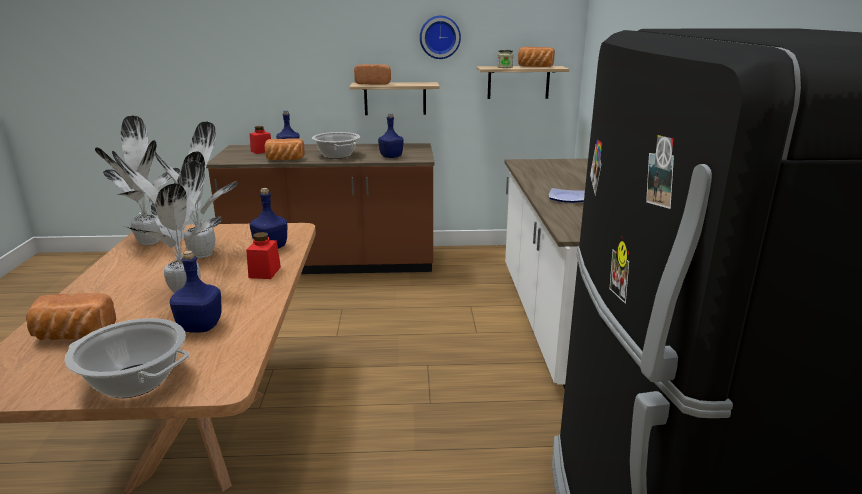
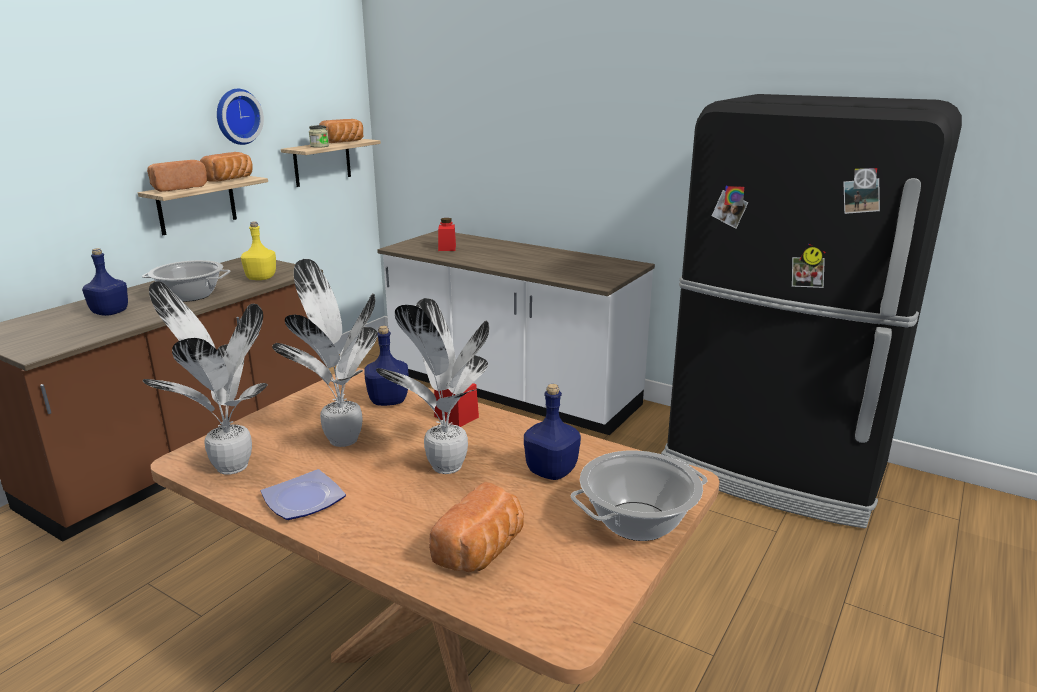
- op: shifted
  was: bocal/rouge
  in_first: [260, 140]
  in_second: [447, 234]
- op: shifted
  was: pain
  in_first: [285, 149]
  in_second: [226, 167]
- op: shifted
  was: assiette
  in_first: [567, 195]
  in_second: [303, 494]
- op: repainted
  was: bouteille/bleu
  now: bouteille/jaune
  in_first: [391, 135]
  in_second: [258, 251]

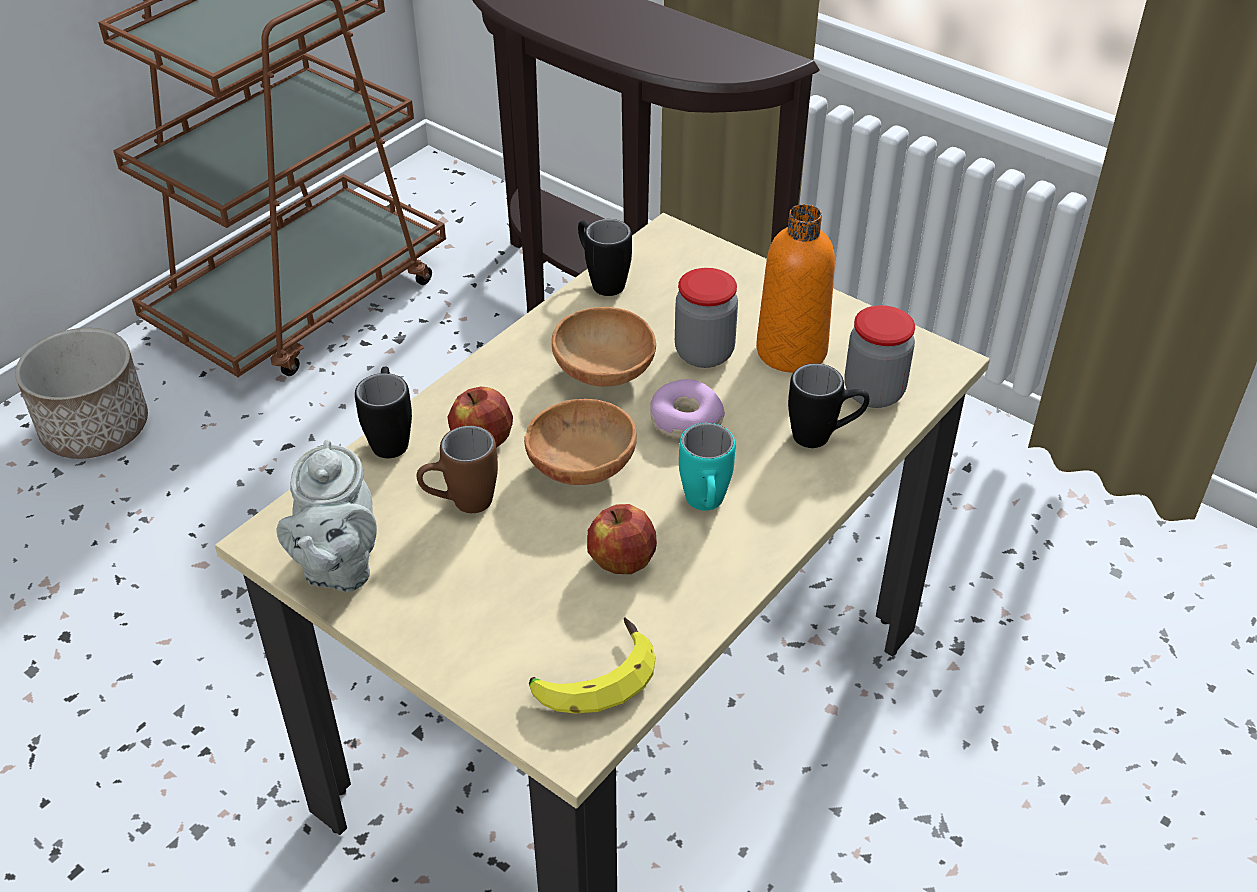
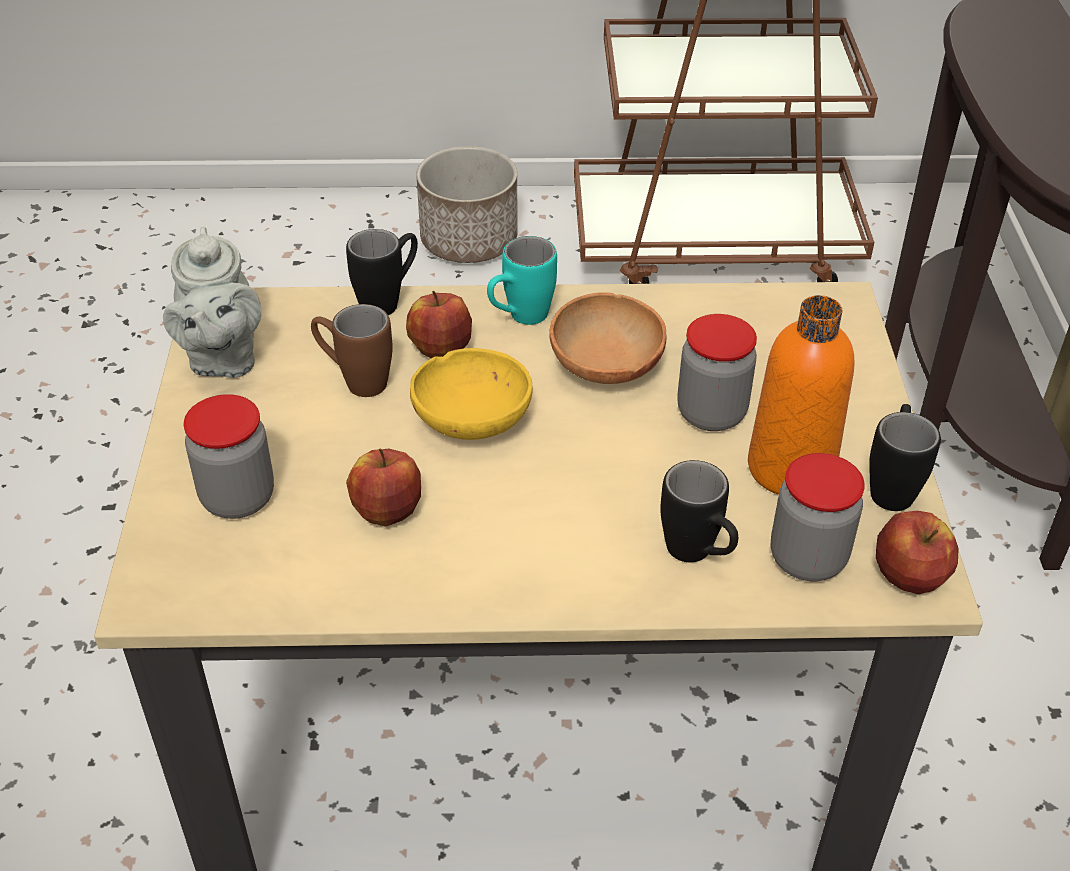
- op: gone
  was: banane
  in_first: [592, 665]
- op: gone
  was: beignet
  in_first: [687, 409]
- op: new
  now: bocal
  in_second: [229, 456]
- op: new
  now: pomme
  in_second: [917, 552]
- op: shifted
  was: mug/noir
  in_first: [605, 257]
  in_second: [905, 457]
- op: shifted
  was: mug/turquoise
  in_first: [707, 467]
  in_second: [522, 280]
- op: repainted
  was: bol/marron
  now: bol/jaune
  in_first: [580, 442]
  in_second: [471, 394]
- op: rotated
  was: théière/gris
  in_first: [326, 515]
  in_second: [212, 302]
  clockwise: -60

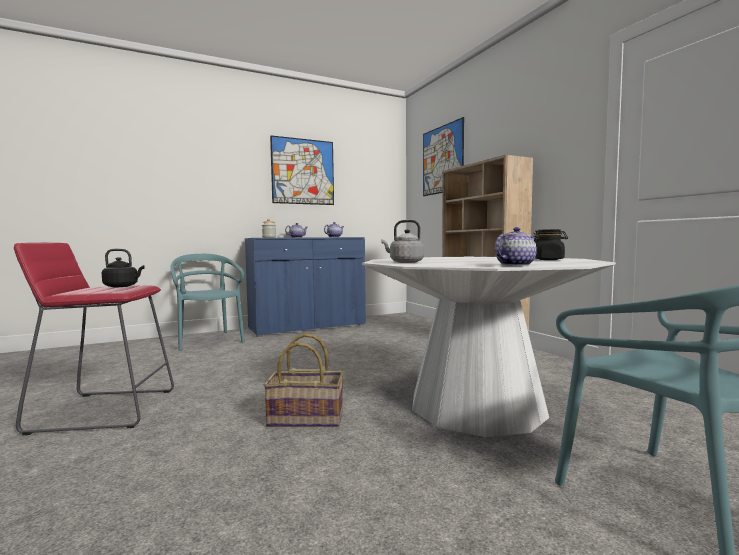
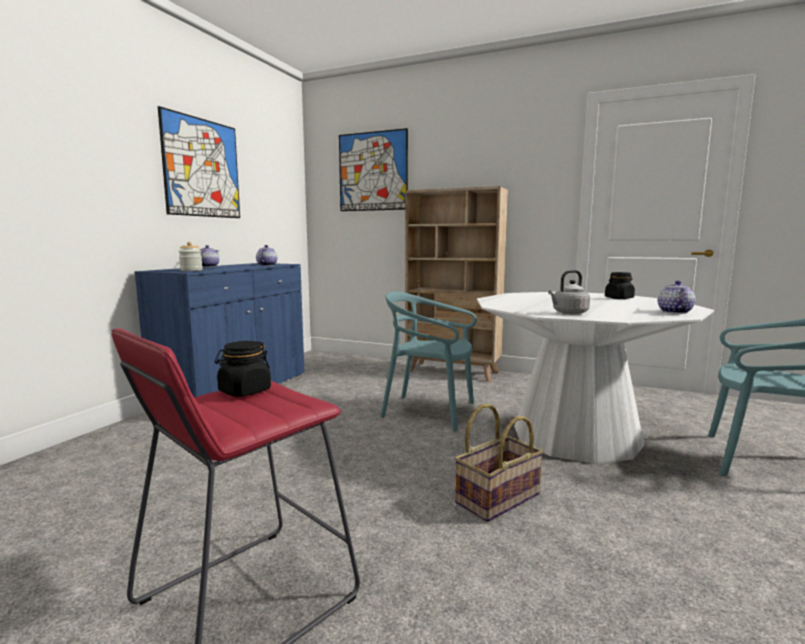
- op: shifted
  was: chaise/turquoise
  in_first: [208, 302]
  in_second: [428, 362]
- op: swapped
  was: bouilloire/noir
  now: bocal/noir
  in_first: [123, 268]
  in_second: [243, 369]

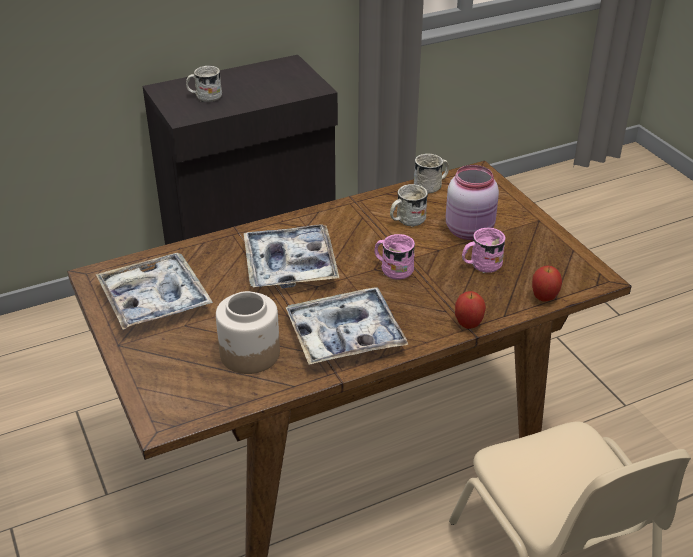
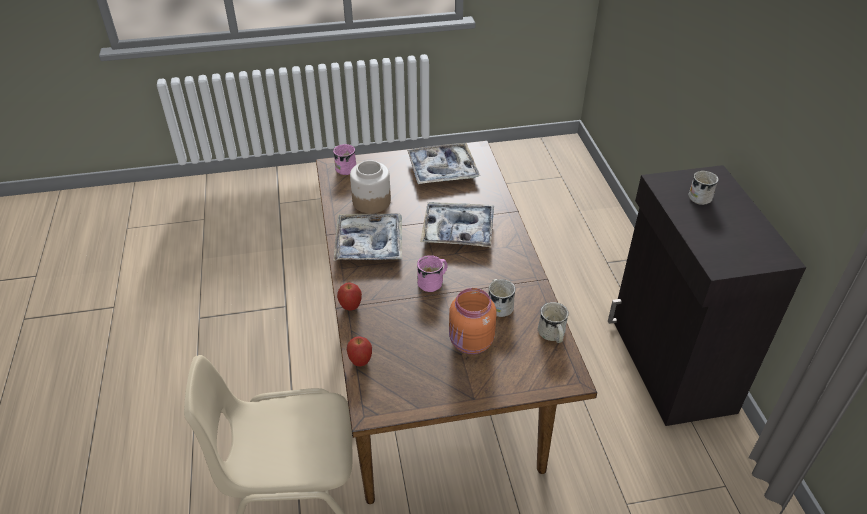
- op: shifted
  was: mug/rose
  in_first: [484, 250]
  in_second: [344, 159]
- op: repainted
  was: bocal/rose
  now: bocal/orange
  in_first: [472, 202]
  in_second: [472, 321]

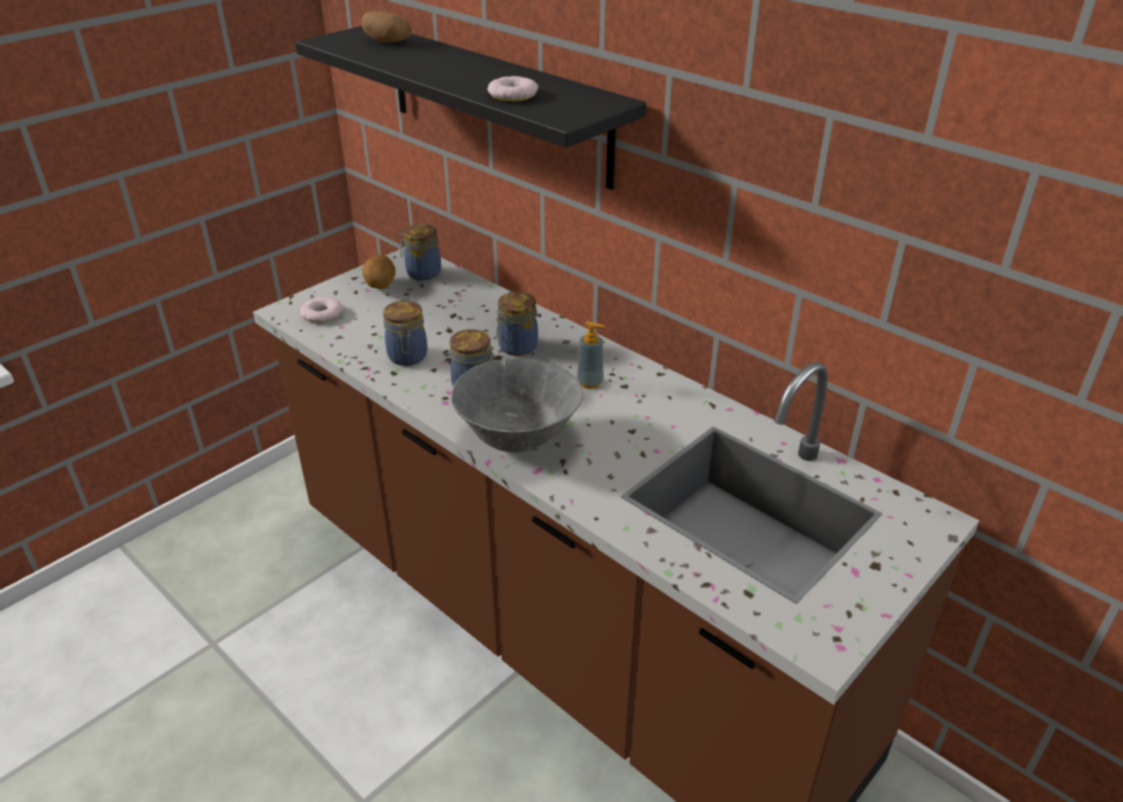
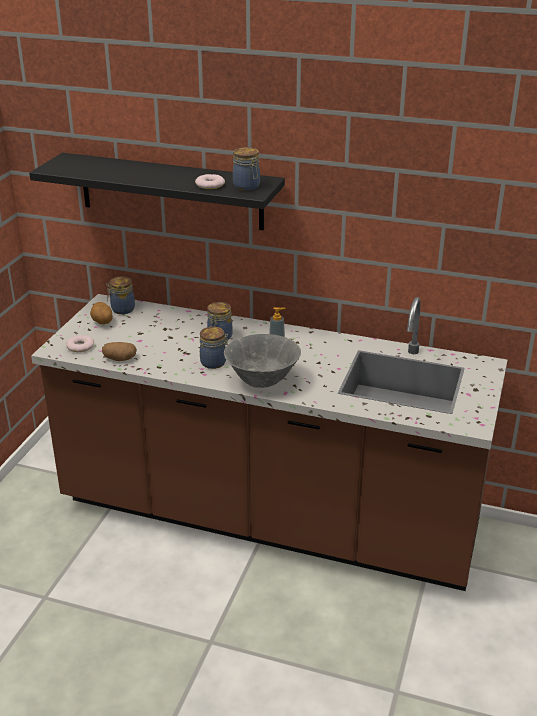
- op: shifted
  was: pomme de terre
  in_first: [387, 27]
  in_second: [119, 351]
- op: shifted
  was: bocal
  in_first: [405, 333]
  in_second: [246, 169]

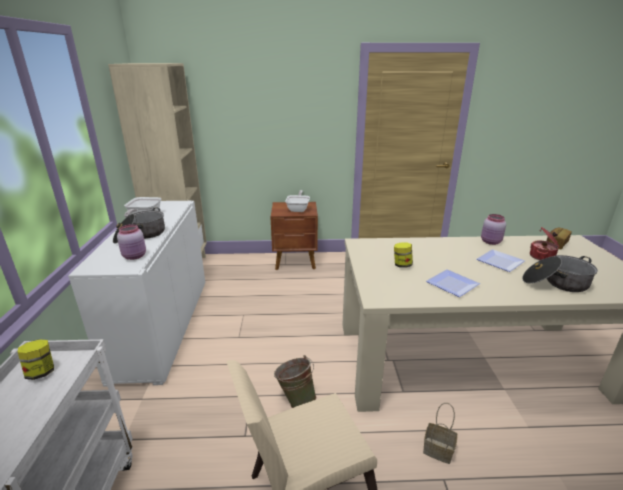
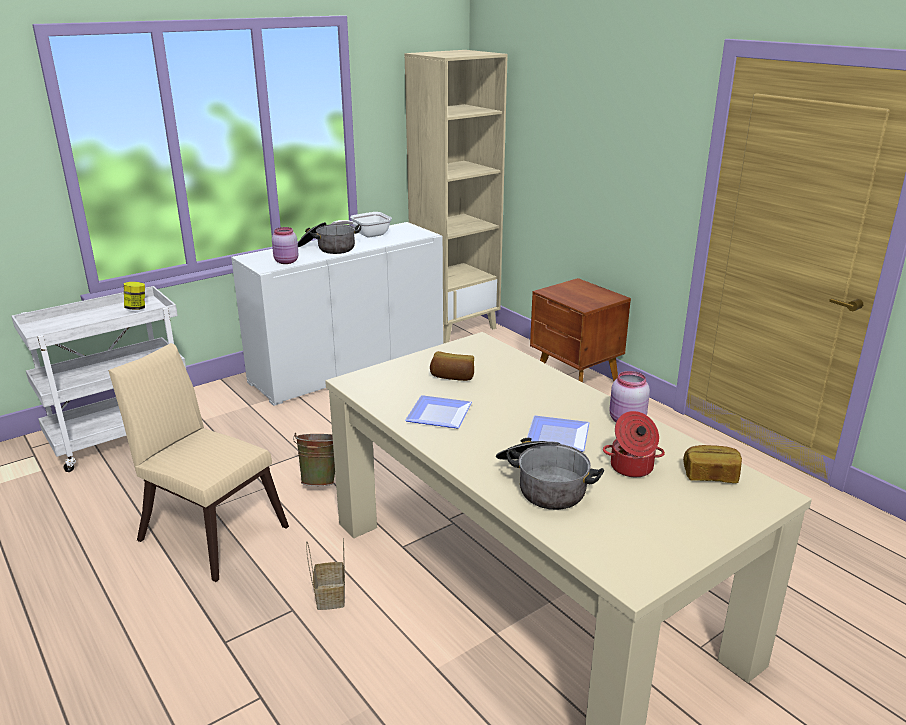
- op: gone
  was: poêle
  in_first: [297, 201]
- op: swapped
  was: bocal
  now: pain
  in_first: [403, 255]
  in_second: [452, 366]

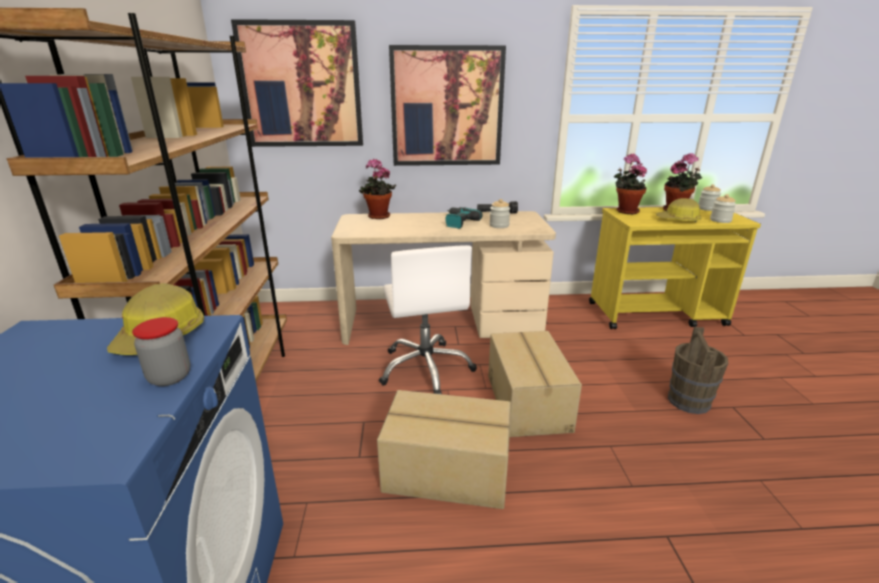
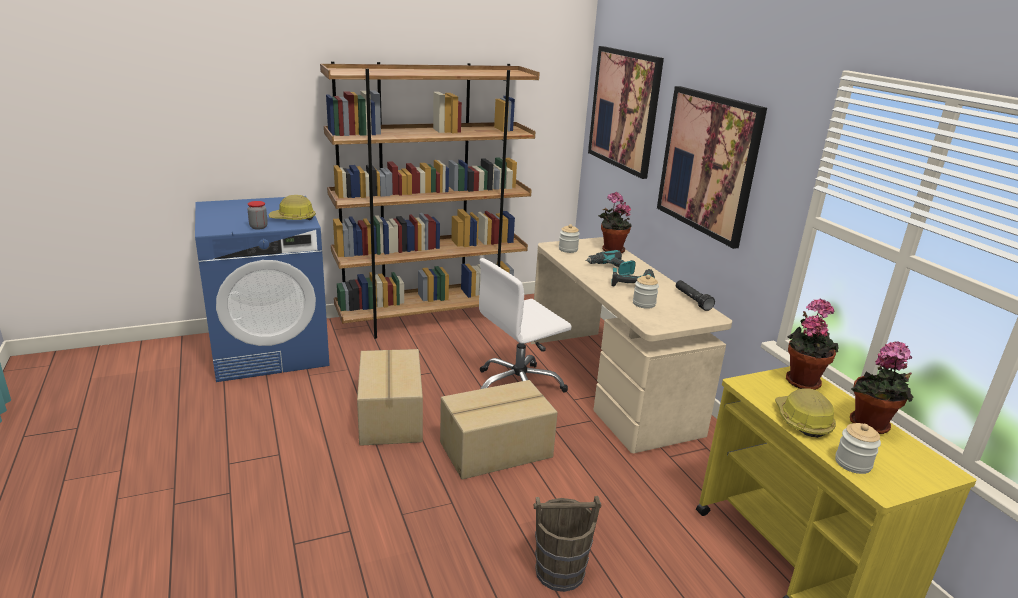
- op: new
  now: perceuse
  in_second: [610, 262]
- op: shifted
  was: bocal
  in_first: [709, 197]
  in_second: [569, 238]

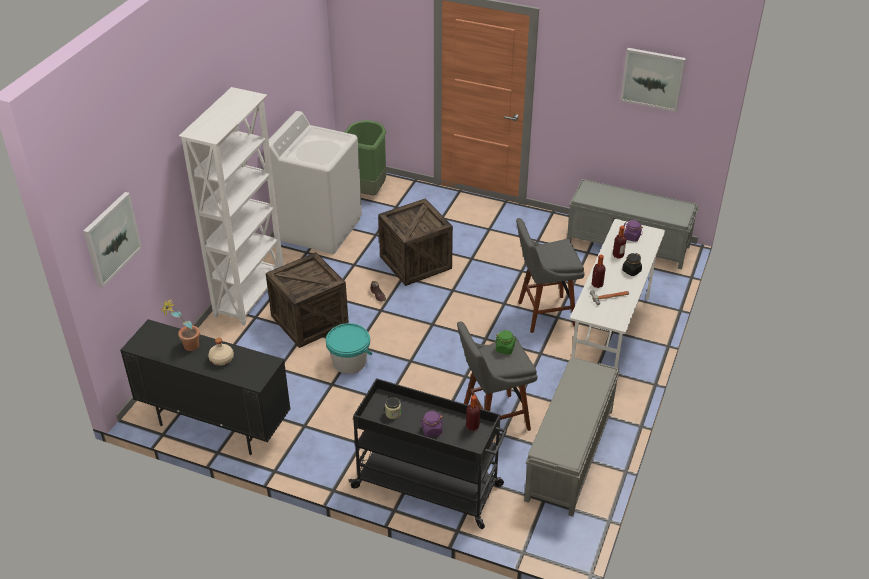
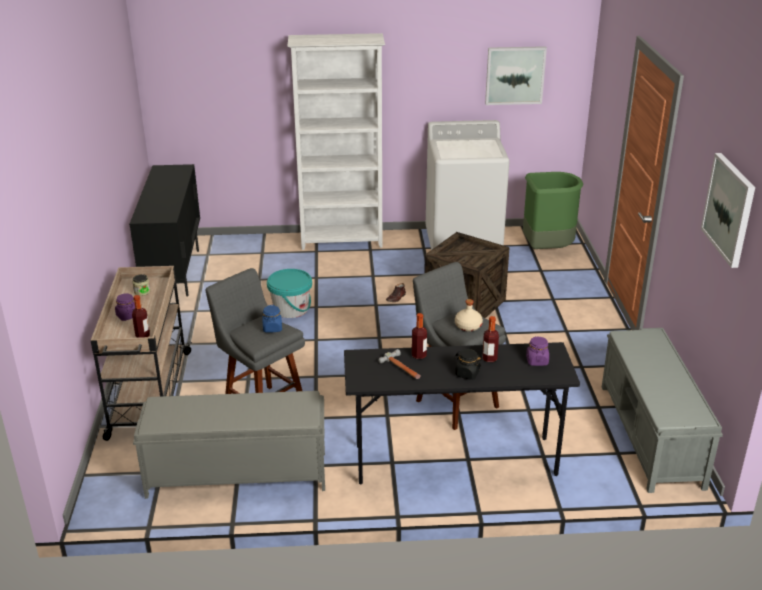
- op: gone
  was: plante en pot
  in_first: [180, 325]
- op: gone
  was: caisse
  in_first: [307, 300]
- op: shifted
  was: tableau
  in_first: [112, 240]
  in_second: [516, 75]
- op: shifted
  was: bouteille/beige
  in_first: [221, 352]
  in_second: [469, 315]
- op: repainted
  was: chariot/noir
  now: chariot/beige
  in_first: [428, 453]
  in_second: [141, 353]
- op: repainted
  was: bocal/vert
  now: bocal/bleu
  in_first: [506, 342]
  in_second: [272, 319]
- op: repainted
  was: bureau/blanc
  now: bureau/noir
  in_first: [617, 293]
  in_second: [462, 413]

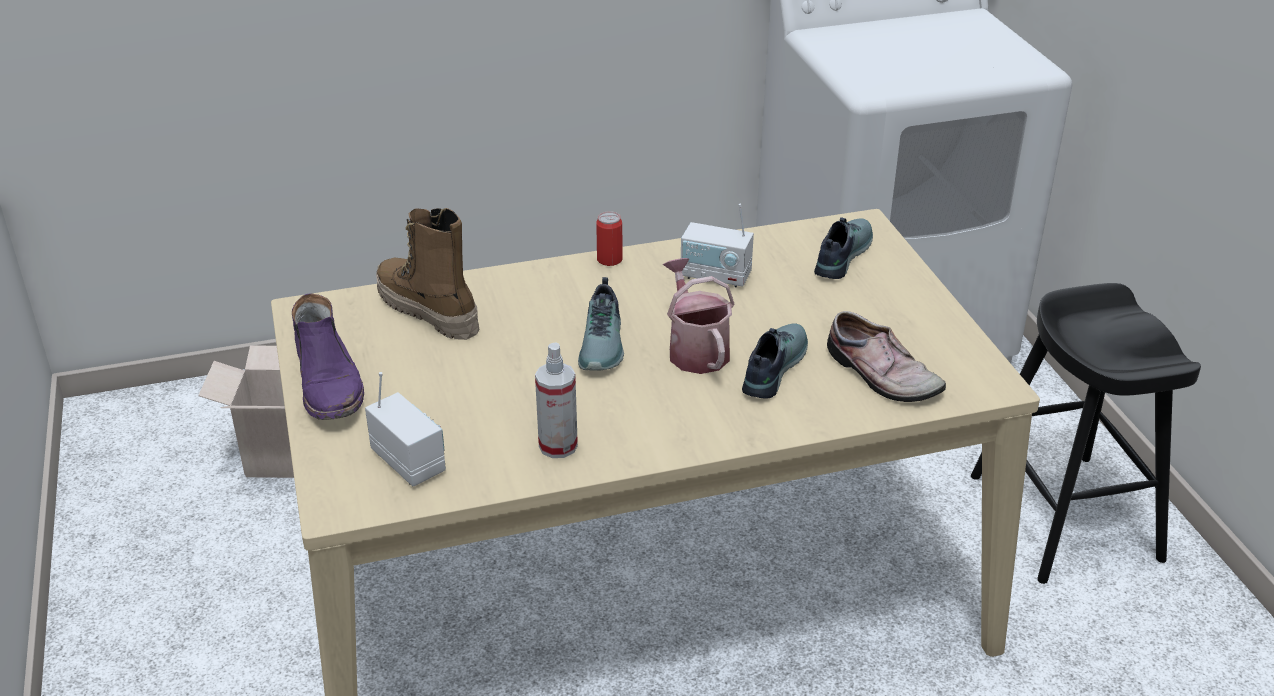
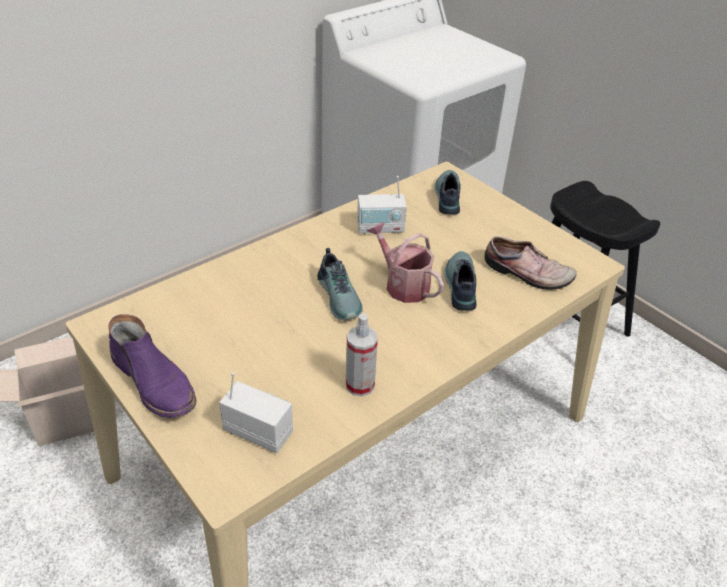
- op: gone
  was: botte
  in_first: [428, 274]
- op: gone
  was: boîte métallique
  in_first: [609, 238]

